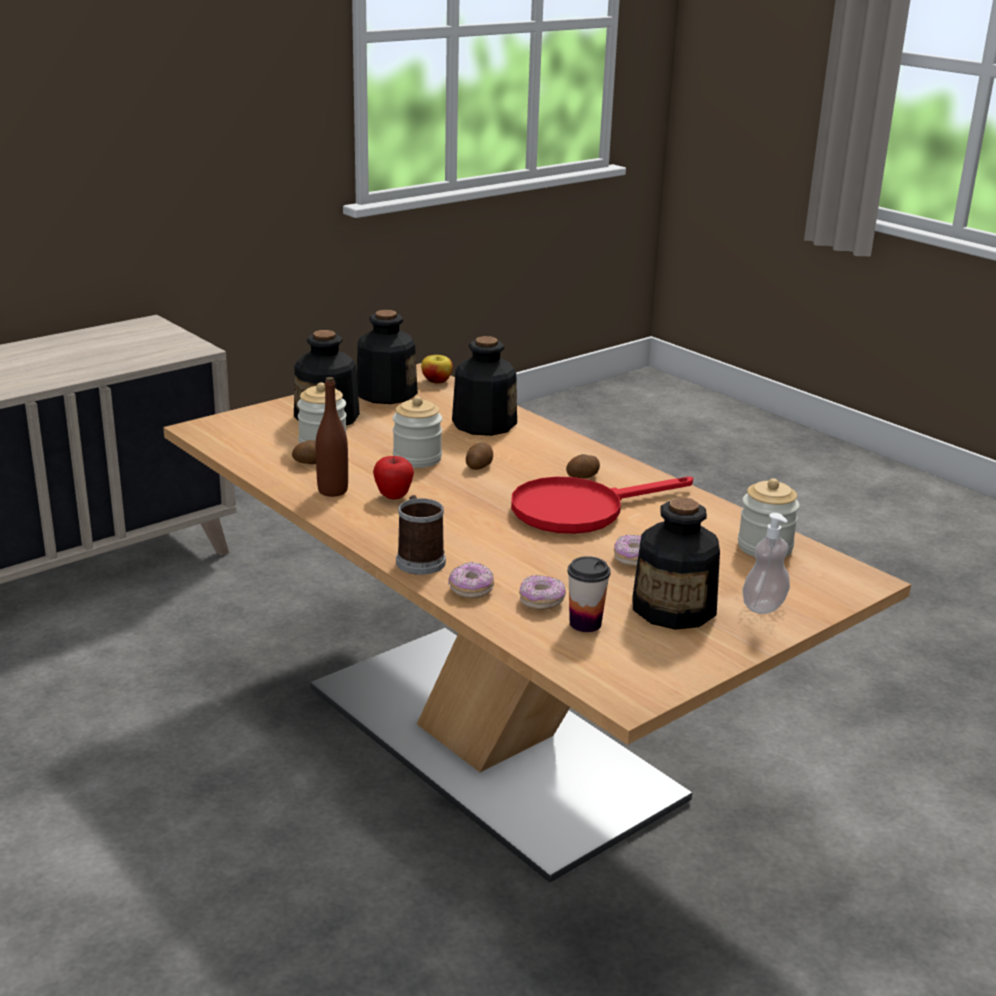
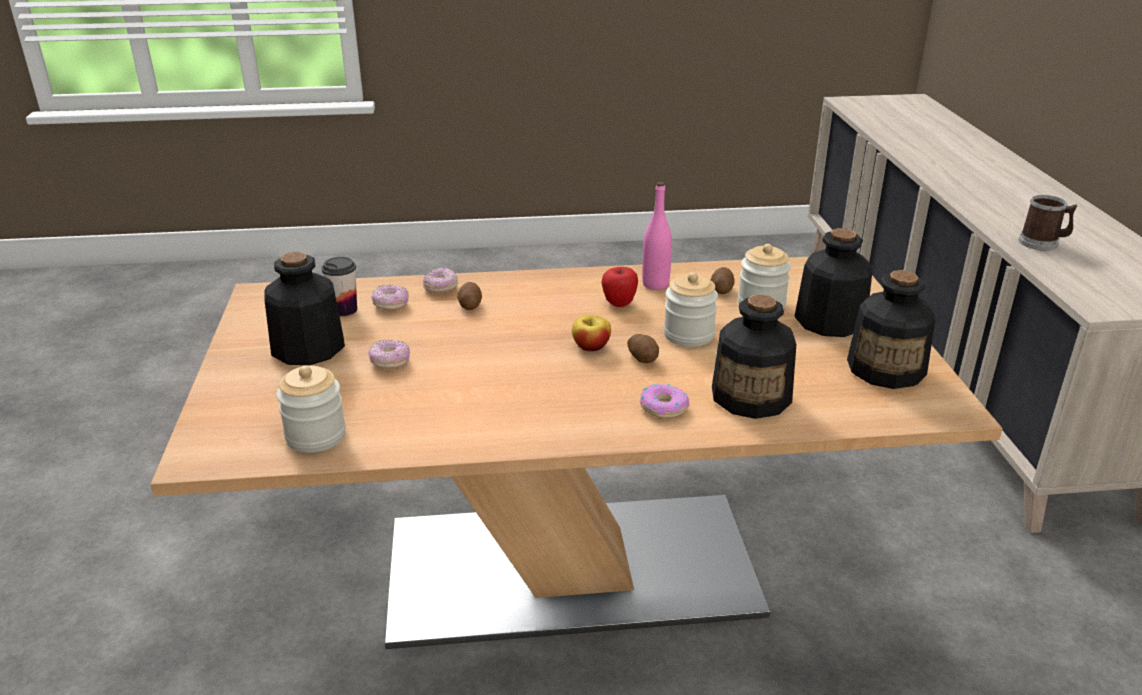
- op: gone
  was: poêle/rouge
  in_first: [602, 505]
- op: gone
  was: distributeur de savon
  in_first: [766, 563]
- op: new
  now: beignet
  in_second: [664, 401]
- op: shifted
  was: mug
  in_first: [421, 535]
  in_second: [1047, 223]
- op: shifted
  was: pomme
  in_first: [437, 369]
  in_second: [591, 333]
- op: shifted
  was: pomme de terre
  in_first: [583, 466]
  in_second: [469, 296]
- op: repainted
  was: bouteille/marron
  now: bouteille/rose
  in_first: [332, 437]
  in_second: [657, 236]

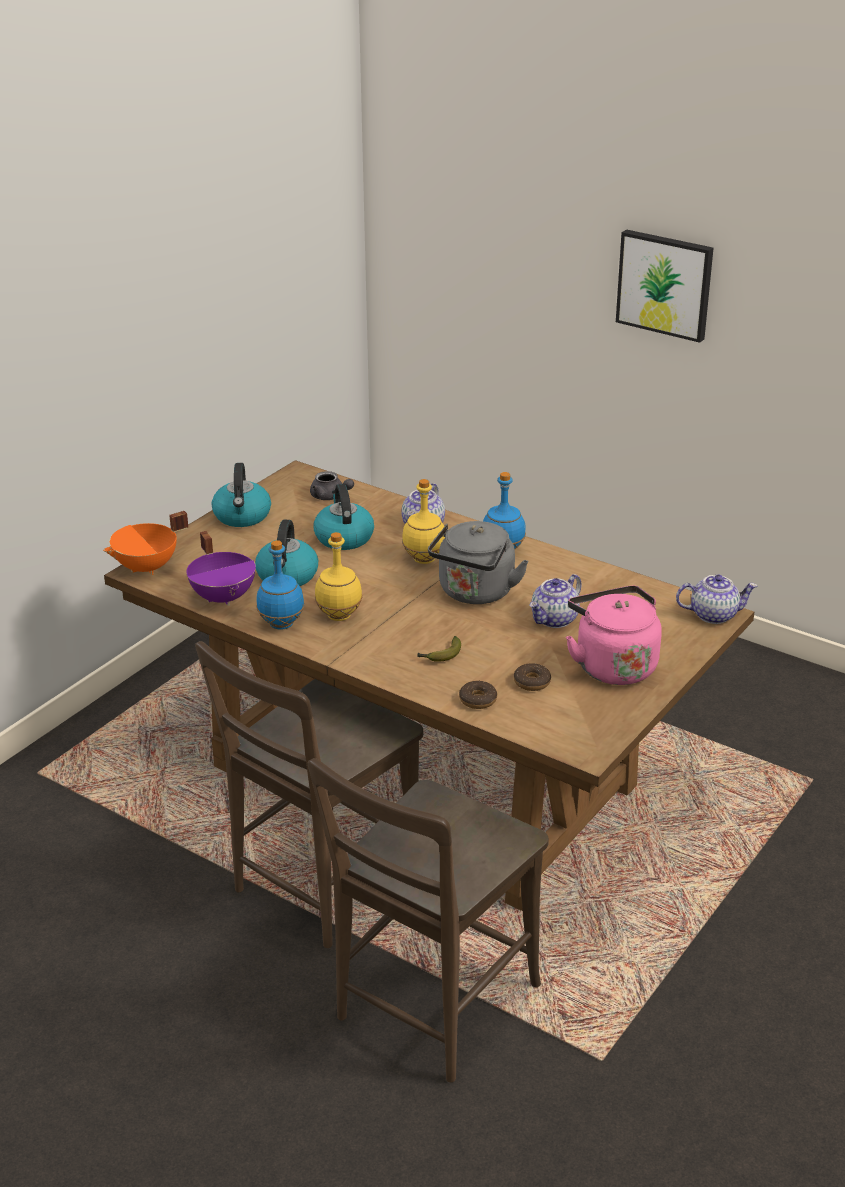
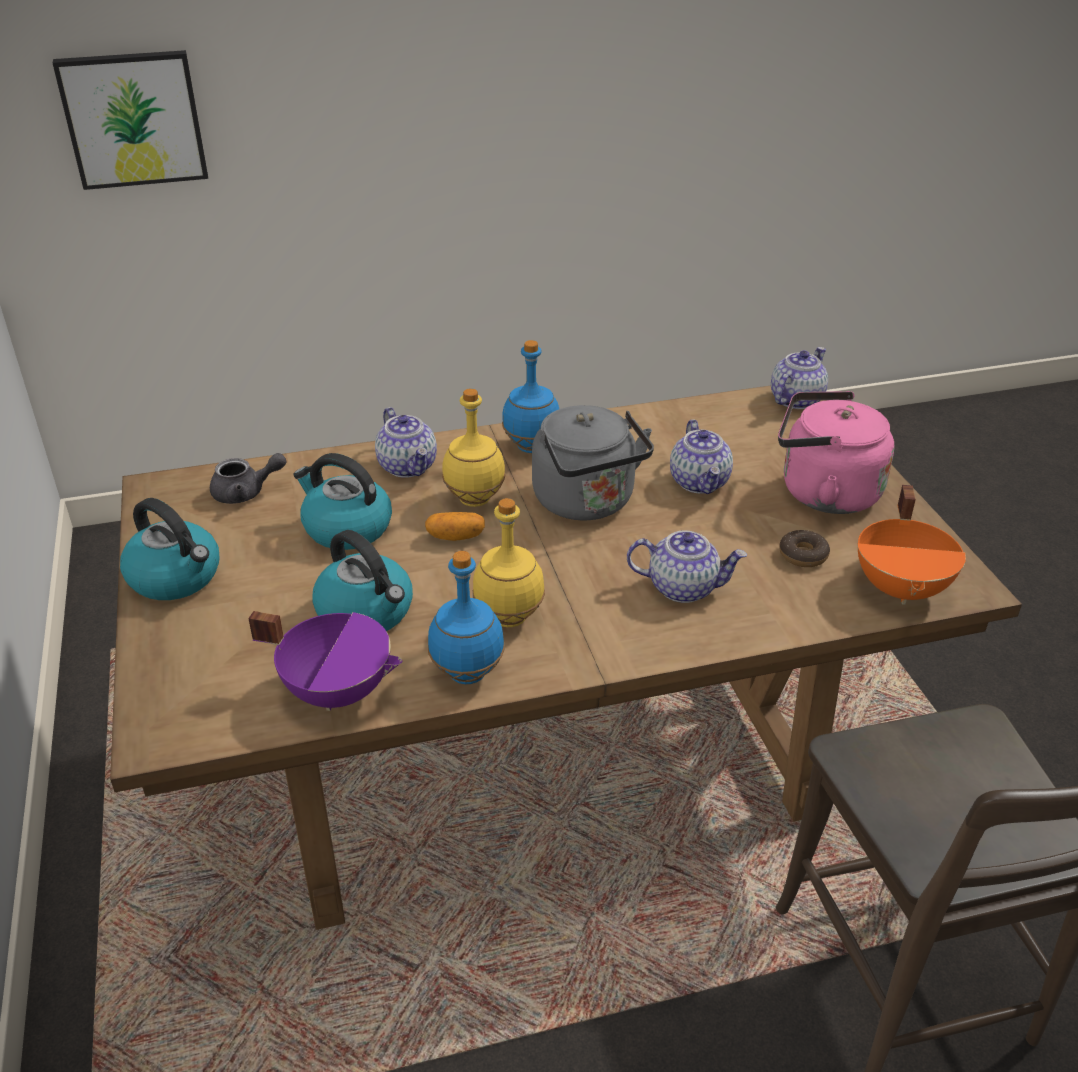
- op: gone
  was: chaise/marron
  in_first: [309, 794]
- op: gone
  was: beignet
  in_first: [478, 694]
- op: new
  now: pomme de terre
  in_second: [455, 526]
- op: shifted
  was: marmite/orange
  in_first: [145, 543]
  in_second: [911, 545]
- op: shifted
  was: tableau
  in_first: [664, 286]
  in_second: [130, 120]
- op: swapped
  was: banane
  now: théière
  in_first: [439, 649]
  in_second: [687, 567]

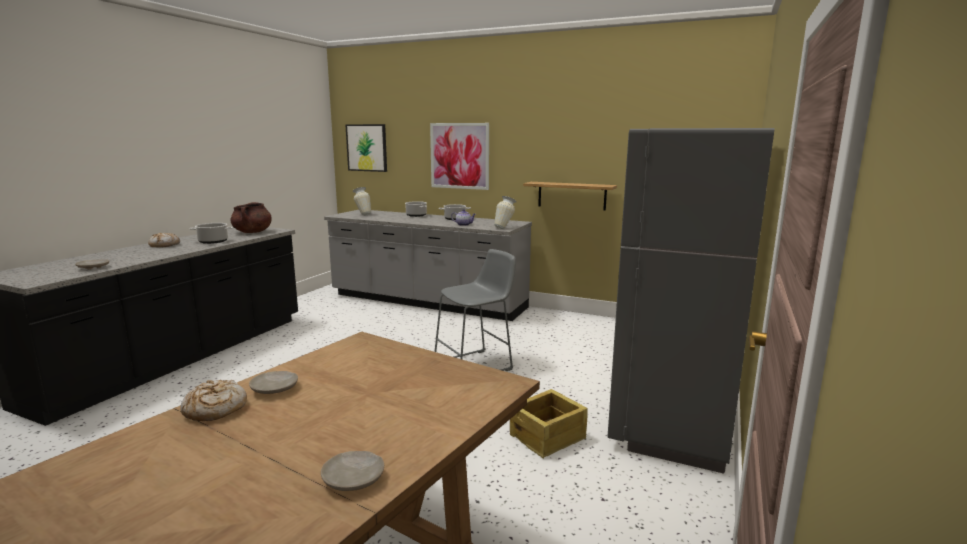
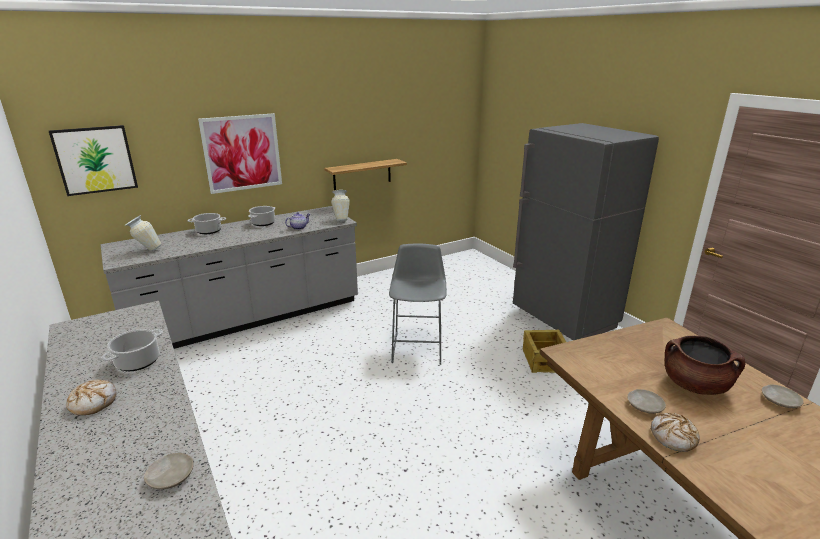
- op: shifted
  was: marmite/marron
  in_first: [251, 217]
  in_second: [705, 365]

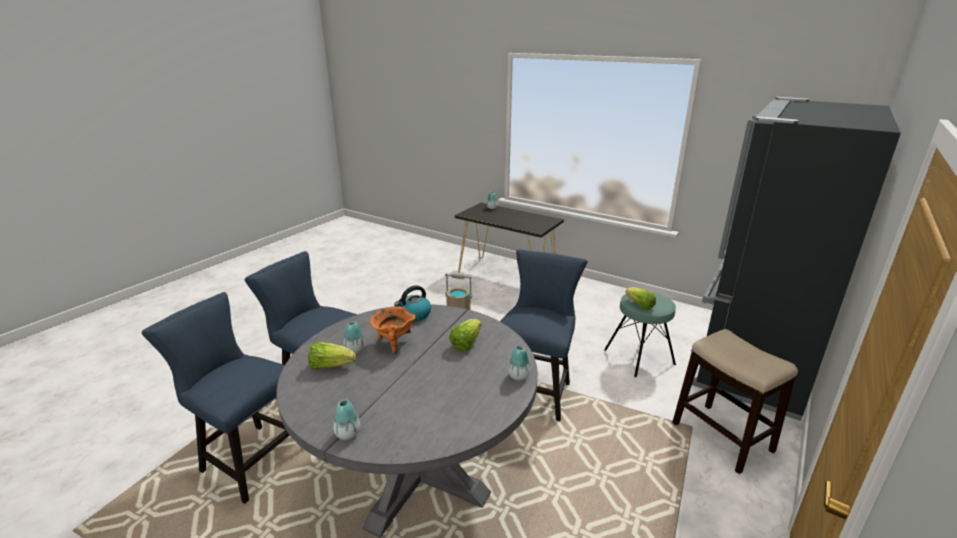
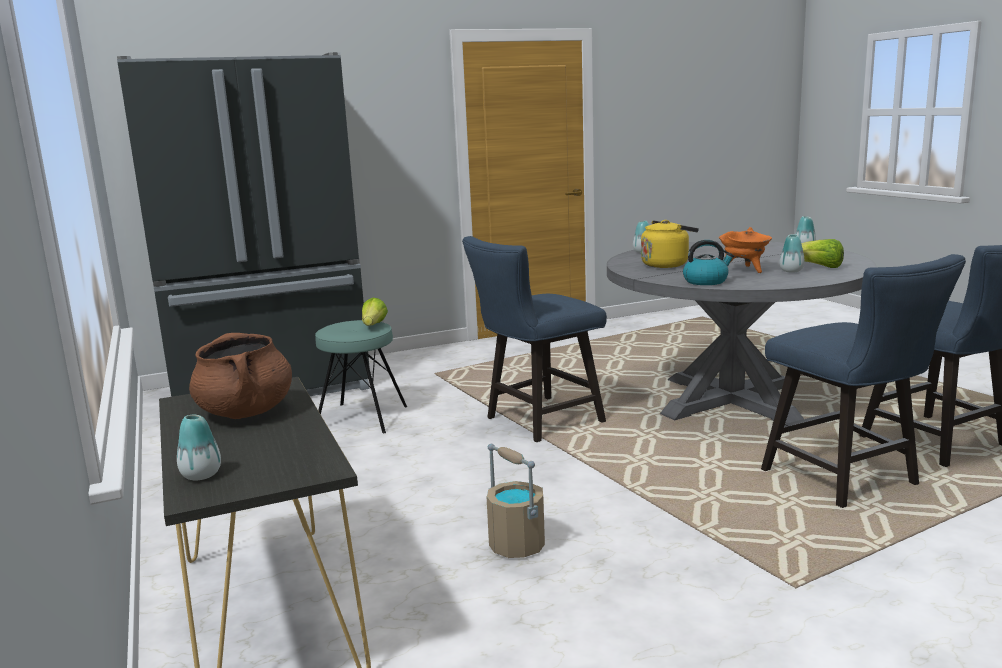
- op: gone
  was: tabouret
  in_first: [735, 401]
- op: new
  now: marmite/marron
  in_second: [240, 376]
- op: swapped
  was: laitue
  now: bouilloire/jaune
  in_first: [465, 335]
  in_second: [670, 244]

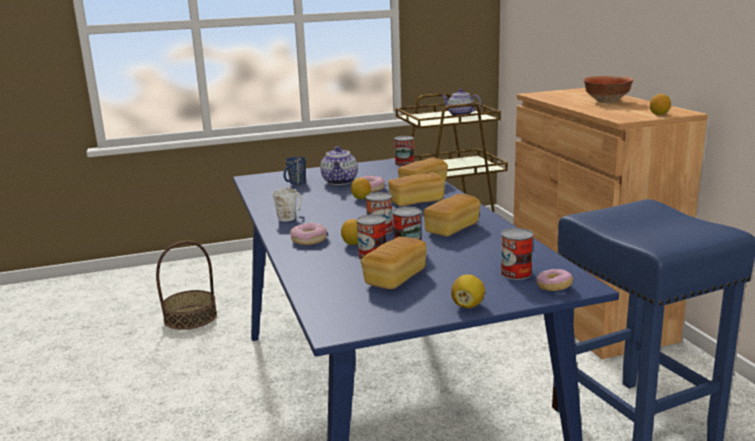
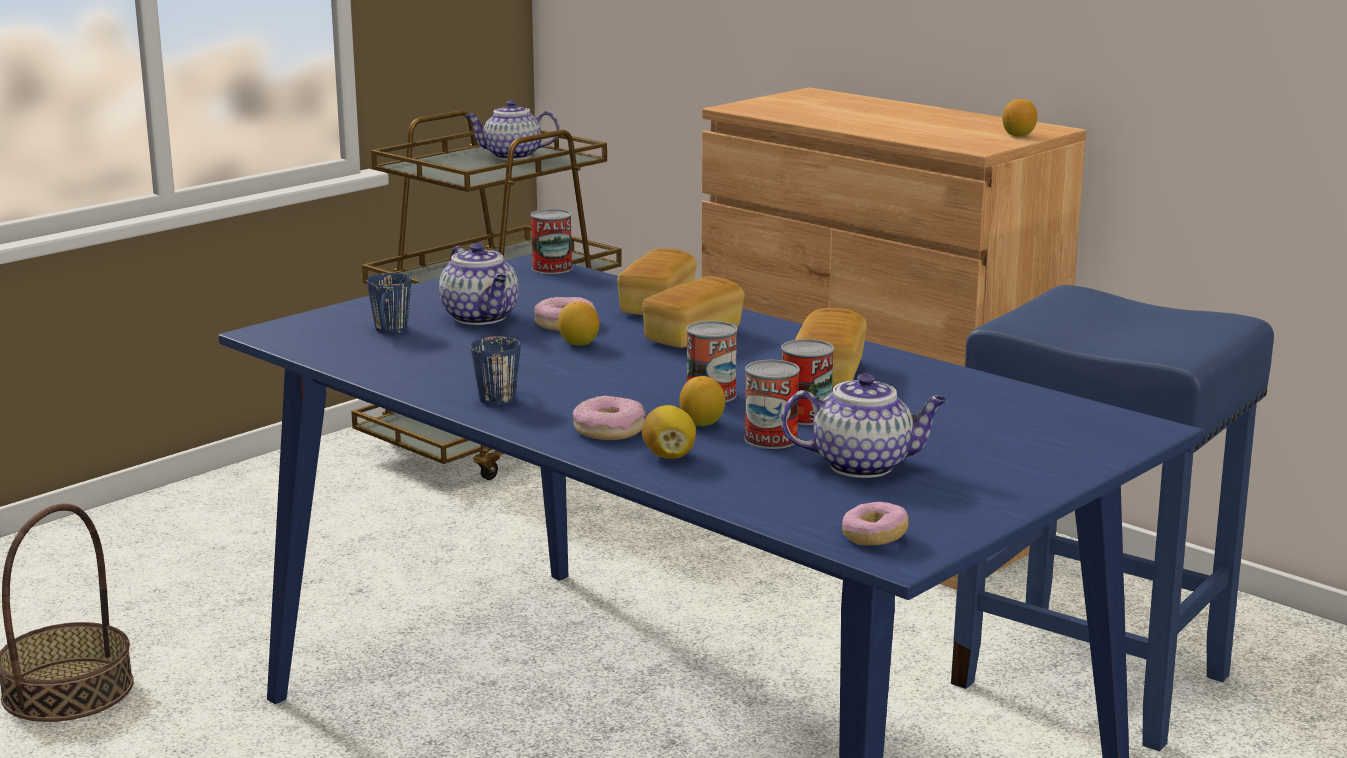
- op: gone
  was: boîte métallique
  in_first: [516, 254]
- op: gone
  was: bol
  in_first: [609, 89]
- op: shifted
  was: citron
  in_first: [468, 291]
  in_second: [669, 432]
- op: shifted
  was: beignet
  in_first: [554, 280]
  in_second: [875, 523]
- op: swapped
  was: pain
  now: théière
  in_first: [394, 263]
  in_second: [864, 425]
- op: repainted
  was: mug/blanc
  now: mug/bleu
  in_first: [287, 204]
  in_second: [496, 371]

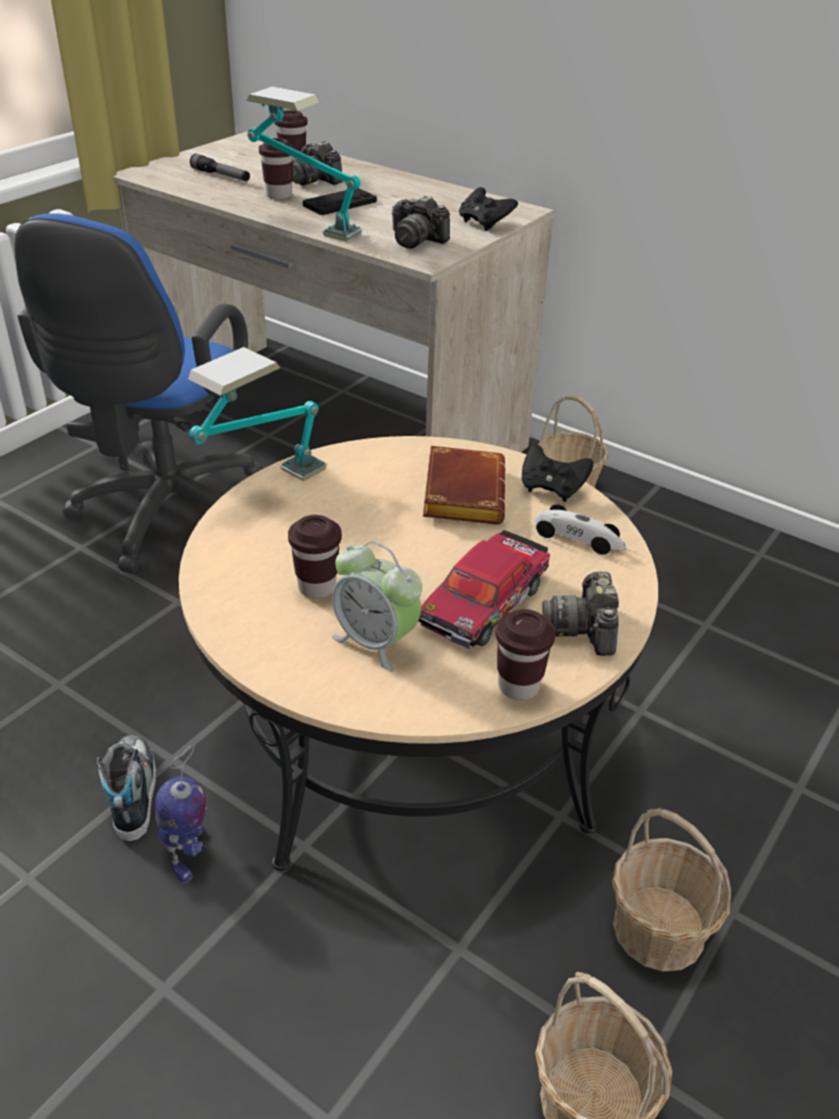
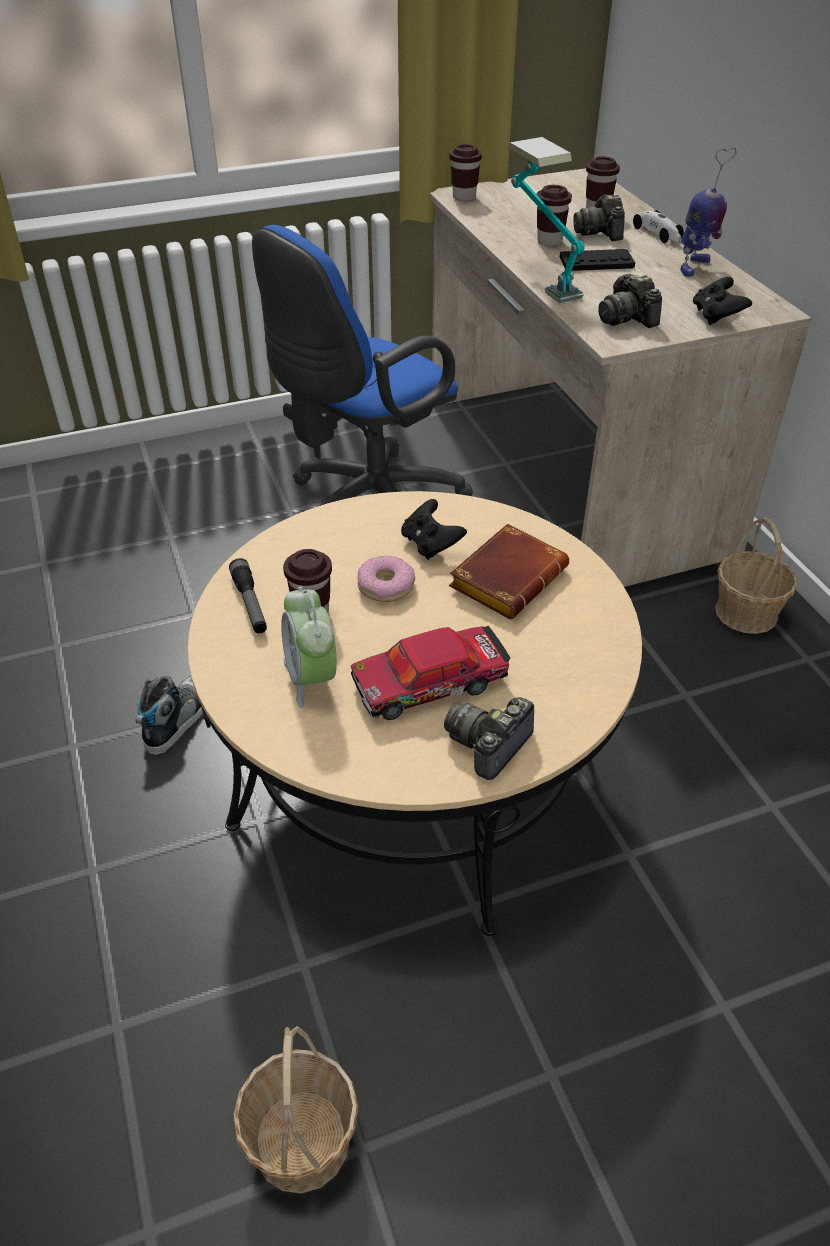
- op: gone
  was: lampe de table
  in_first: [257, 414]
- op: gone
  was: panier
  in_first: [671, 889]
- op: new
  now: beignet
  in_second: [386, 579]
- op: shifted
  was: robot jouet
  in_first: [181, 814]
  in_second: [708, 212]
- op: shifted
  was: lampe de poche
  in_first: [220, 167]
  in_second: [248, 595]
- op: shifted
  was: tasse/marron
  in_first: [526, 654]
  in_second: [465, 172]
- op: shifted
  was: manette/noir
  in_first: [558, 473]
  in_second: [434, 529]
- op: shifted
  was: petite voiture
  in_first: [580, 529]
  in_second: [658, 226]

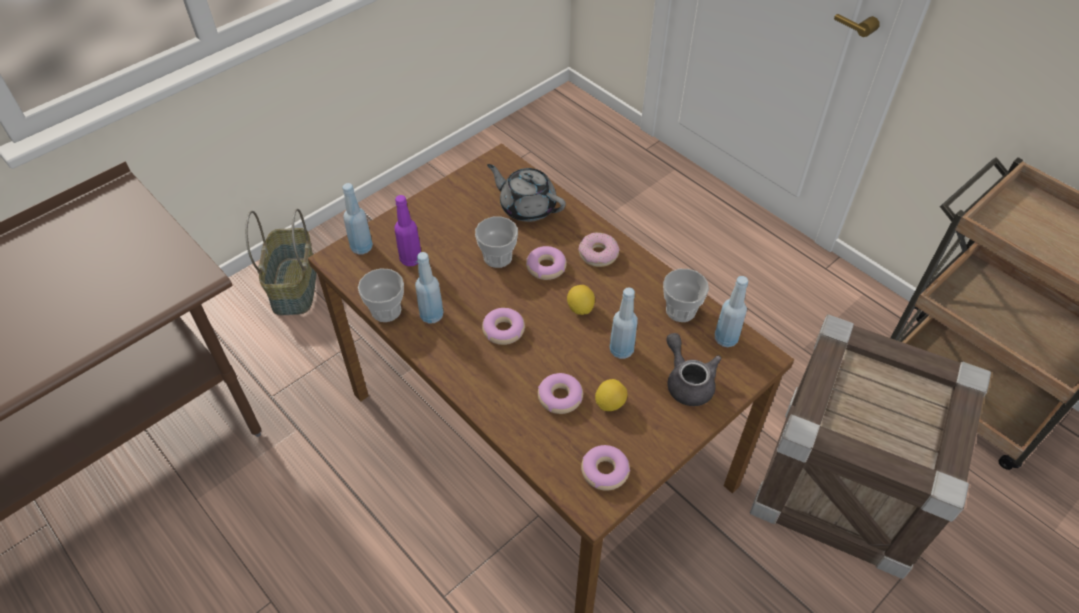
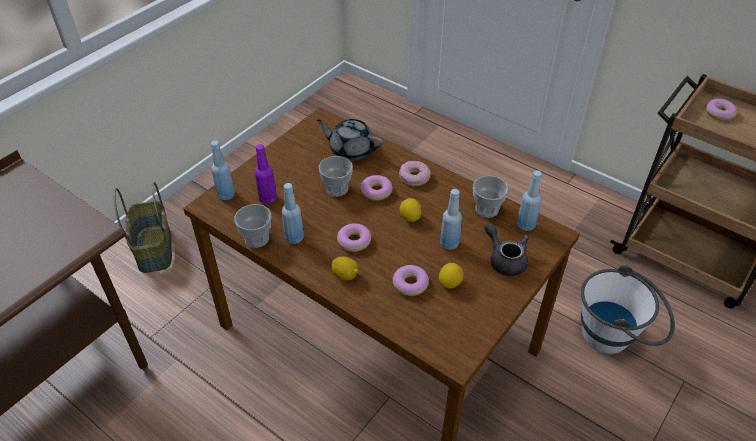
- op: new
  now: citron
  in_second: [345, 269]
- op: shifted
  was: beignet
  in_first: [605, 468]
  in_second: [721, 109]
- op: swapped
  was: caisse
  now: seau/blanc
  in_first: [870, 446]
  in_second: [628, 309]

